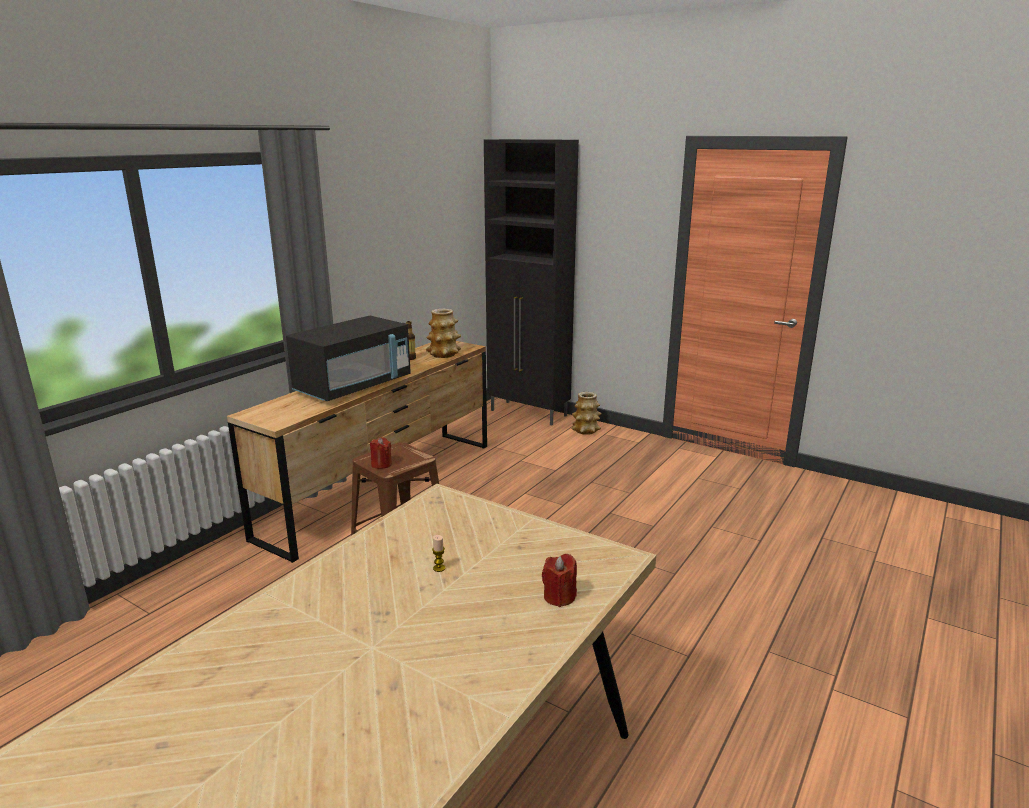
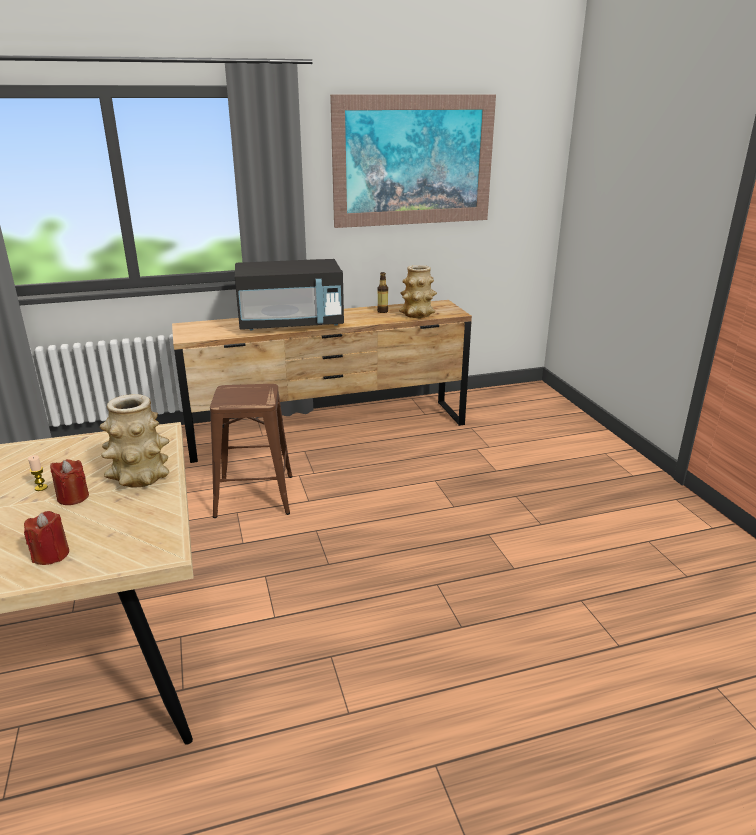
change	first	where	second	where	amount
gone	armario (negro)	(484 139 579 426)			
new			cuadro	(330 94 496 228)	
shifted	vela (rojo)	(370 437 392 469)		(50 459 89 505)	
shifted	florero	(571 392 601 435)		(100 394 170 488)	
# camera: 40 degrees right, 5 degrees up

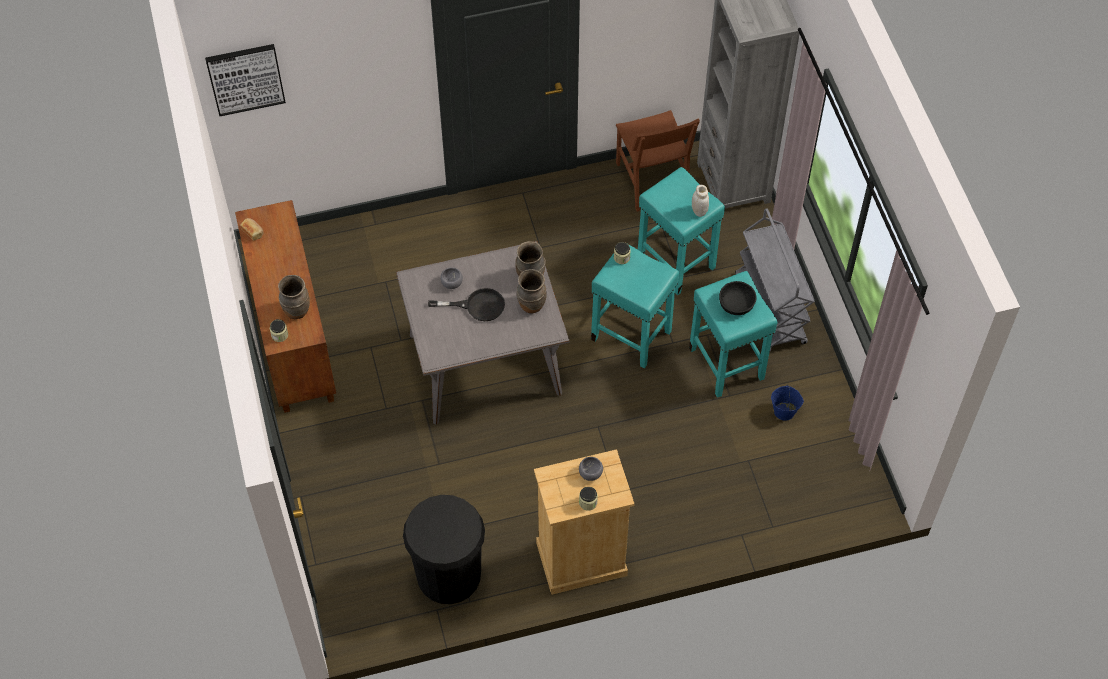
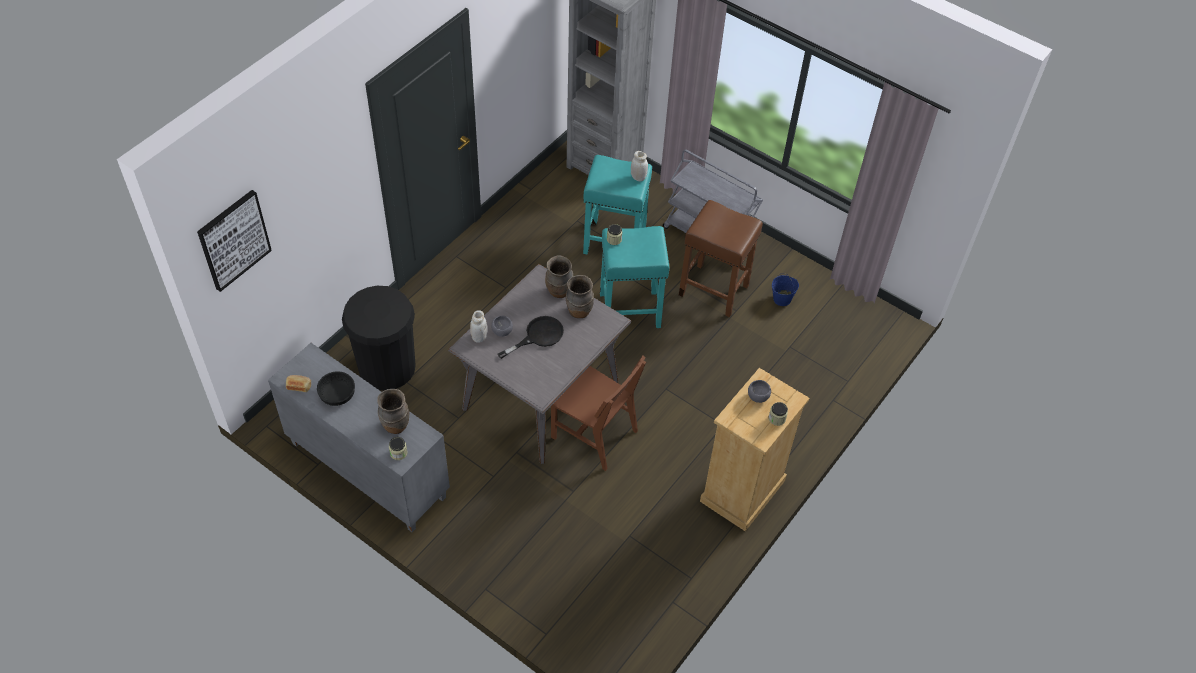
change	first	where	second	where	amount
new			tarro (blanco)	(470 310 487 343)	
shifted	papelera (negro)	(403 495 485 604)		(342 286 416 390)	
shifted	silla (marrón)	(616 110 700 212)		(551 356 646 471)	
shifted	cuenco (negro)	(719 281 756 315)		(317 371 355 406)	
repainted	armario (marrón)	(235 200 336 413)	armario (gris)	(268 343 450 532)	
repainted	taburete (turquesa)	(689 271 777 398)	taburete (marrón)	(679 200 763 317)	
# camera: 40 degrees left, 5 degrees down

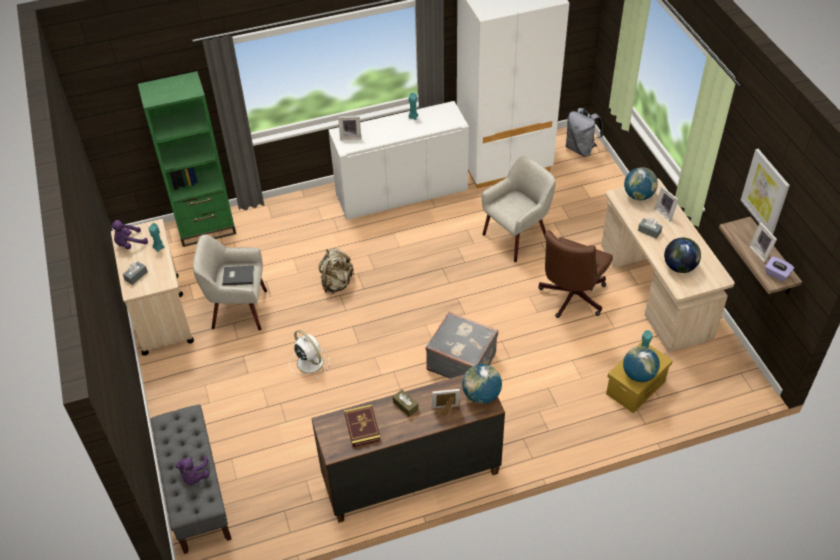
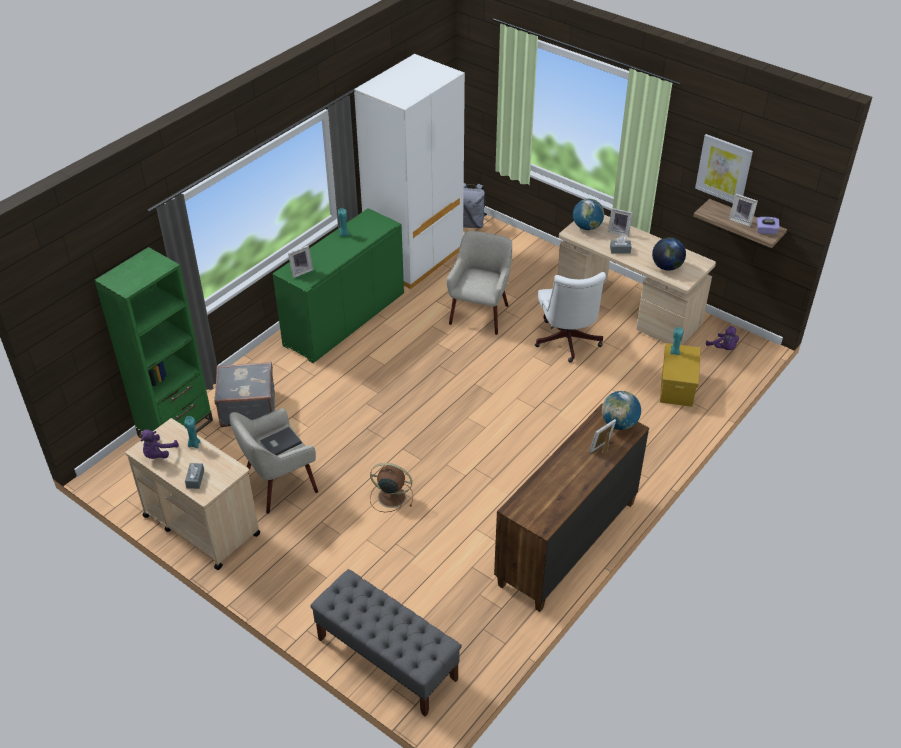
change	first	where	second	where	amount
gone	mochila (beis)	(319 248 354 294)			
gone	libro	(344 404 381 447)			
gone	caja de pañuelos (marrón)	(393 390 419 417)			
gone	globo terráqueo	(623 346 660 382)			
shifted	peluche (morado)	(176 456 210 484)		(706 326 739 350)	
shifted	maleta (gris)	(426 312 498 379)		(214 362 275 427)	
repainted	ventilador (blanco)	(289 330 330 379)	ventilador (marrón)	(370 463 413 512)	
repainted	armario (blanco)	(328 101 469 220)	armario (verde)	(273 208 404 363)	
repainted	silla de oficina (marrón)	(538 230 613 318)	silla de oficina (blanco)	(535 272 606 363)	
# camera: 35 degrees left, 5 degrees down

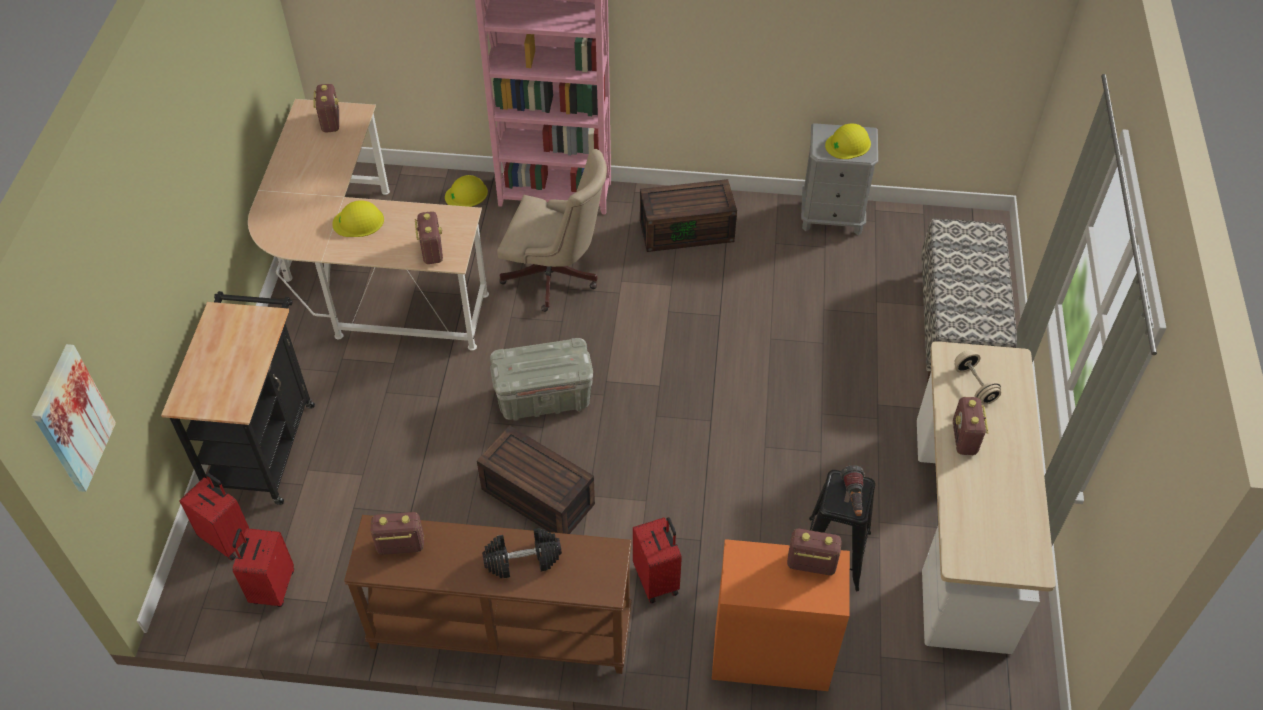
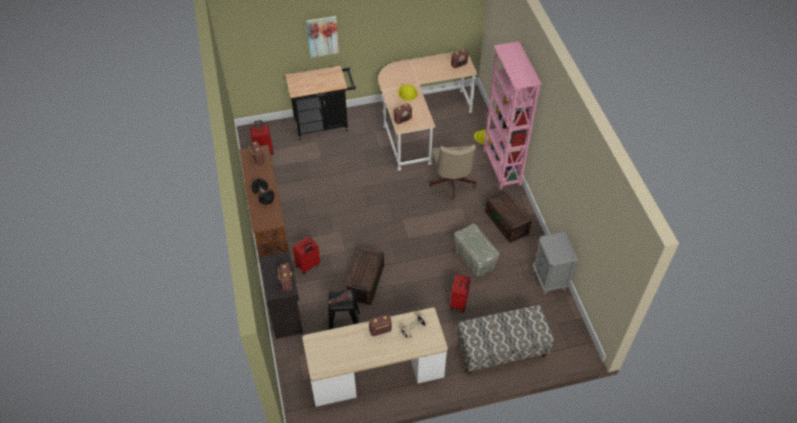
change	first	where	second	where	amount
gone	casco (amarillo)	(825 123 871 159)			
shifted	cuadro	(32 344 116 492)		(306 16 339 57)	
shifted	maleta (rojo)	(179 473 249 561)		(450 274 471 313)	
shifted	caja de almacenaje (marrón)	(477 425 595 534)		(346 247 384 305)	
shifted	caja de almacenaje (gris)	(490 338 593 421)		(454 224 499 276)	
repainted	armario (naranja)	(712 539 850 691)	armario (negro)	(259 251 303 339)	
# camera: 70 degrees right, 0 degrees up

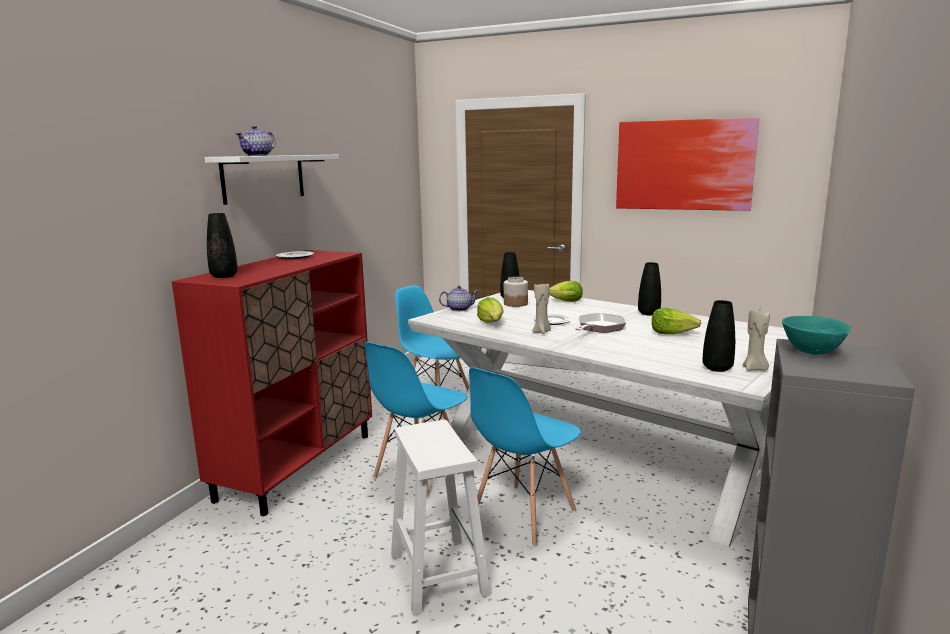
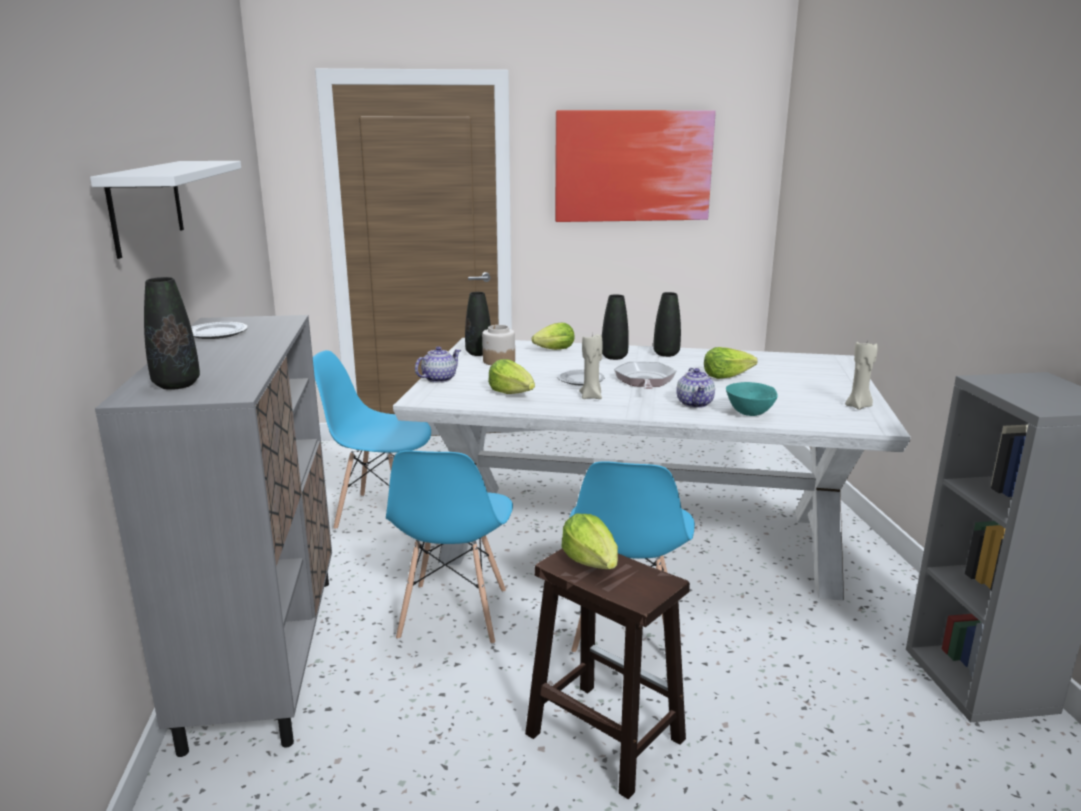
change	first	where	second	where	amount
new			lechuga	(562 514 618 569)	
shifted	tetera	(235 126 275 156)		(676 368 715 408)	
shifted	florero (negro)	(702 300 735 372)		(602 294 629 360)	
shifted	cuenco (turquesa)	(782 316 851 355)		(726 382 777 416)	
repainted	armario (rojo)	(172 250 372 516)	armario (gris)	(95 315 332 757)	
repainted	taburete (blanco)	(391 420 491 615)	taburete (marrón)	(525 549 690 799)	
# camera: 30 degrees left, 5 degrees up

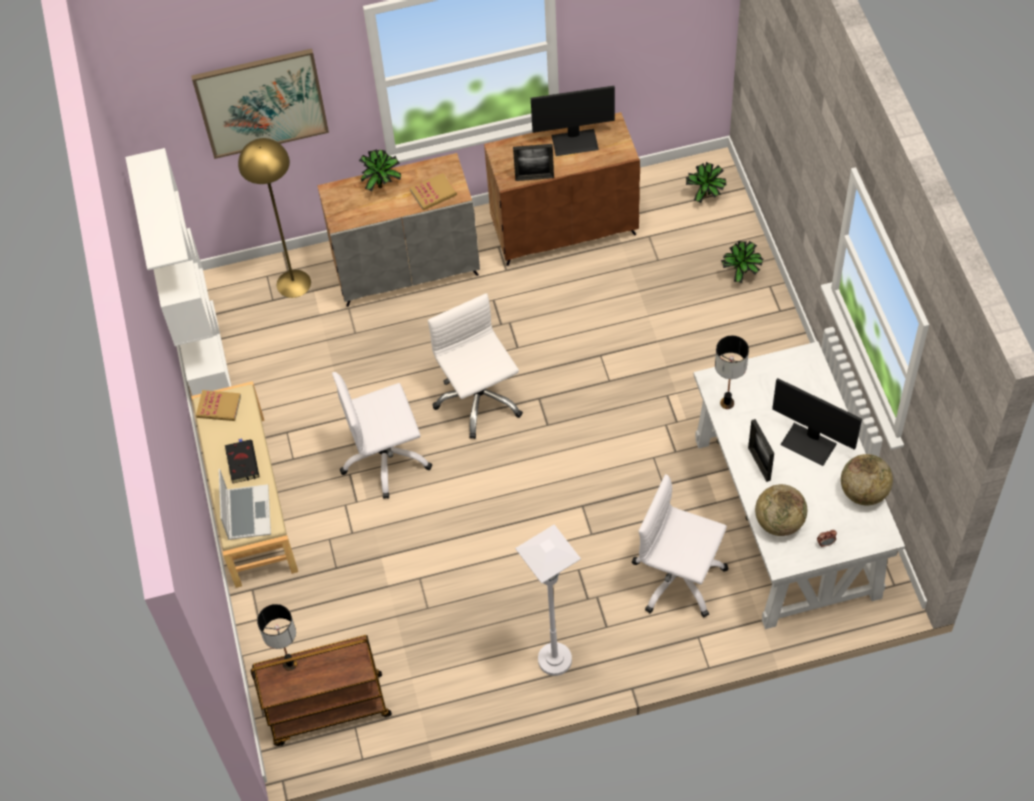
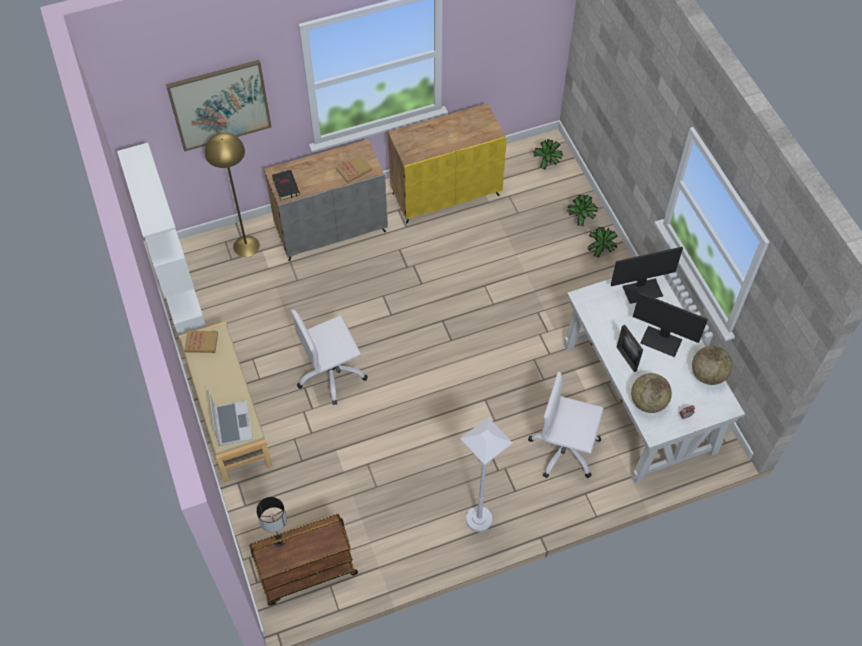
change	first	where	second	where	amount
gone	silla de oficina (blanco)	(428 293 523 439)			
gone	portarretratos	(513 144 554 181)			
gone	lámpara de mesa	(715 336 749 409)			
shifted	libro (negro)	(225 438 259 483)		(272 170 300 200)	
shifted	planta en maceta	(359 149 401 192)		(588 227 618 258)	
shifted	monitor	(531 86 615 156)		(611 247 683 304)	
repainted	armario (marrón)	(484 112 640 266)	armario (amarillo)	(388 103 507 224)	
# camera: 10 degrees left, 0 degrees up

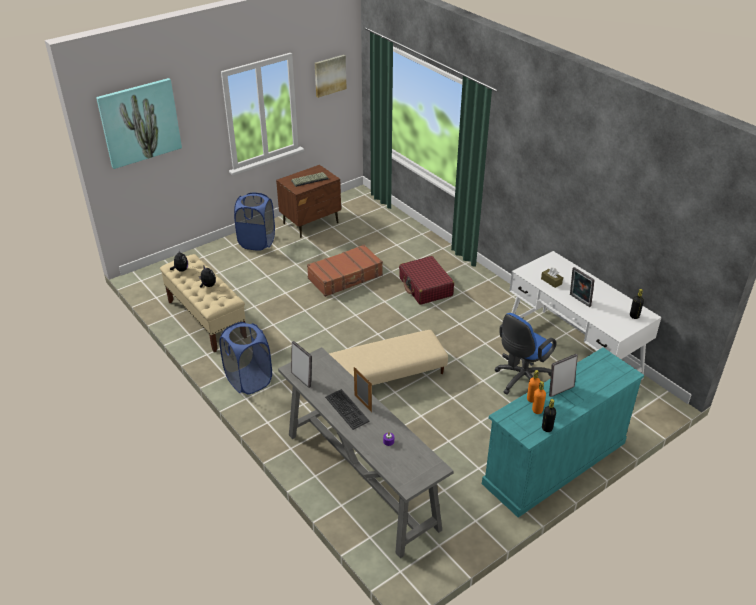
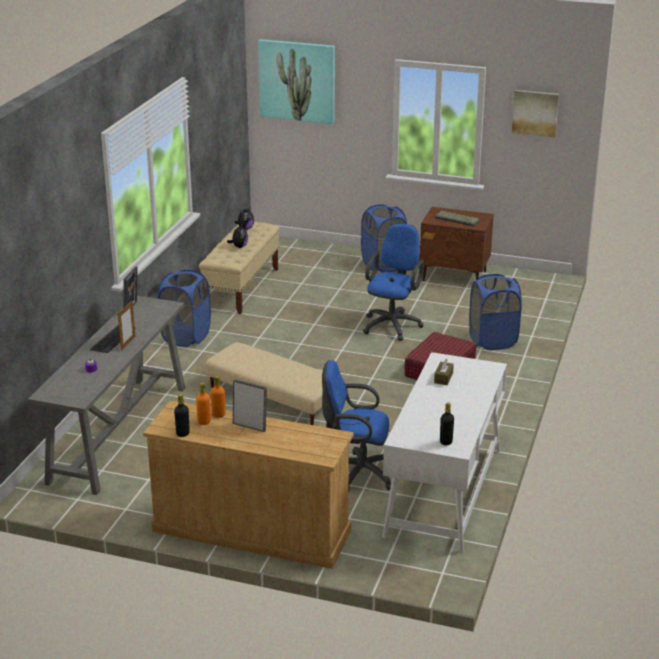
change	first	where	second	where	amount
gone	portarretratos	(570 267 595 307)			
new			cesto de la ropa (azul)	(469 274 522 350)	
swapped	maleta (marrón)	(307 245 383 297)	silla de oficina (azul)	(363 224 424 341)	
repainted	cómoda (turquesa)	(482 347 644 518)	cómoda (beis)	(143 401 354 569)	
# camera: 55 degrees right, 10 degrees down

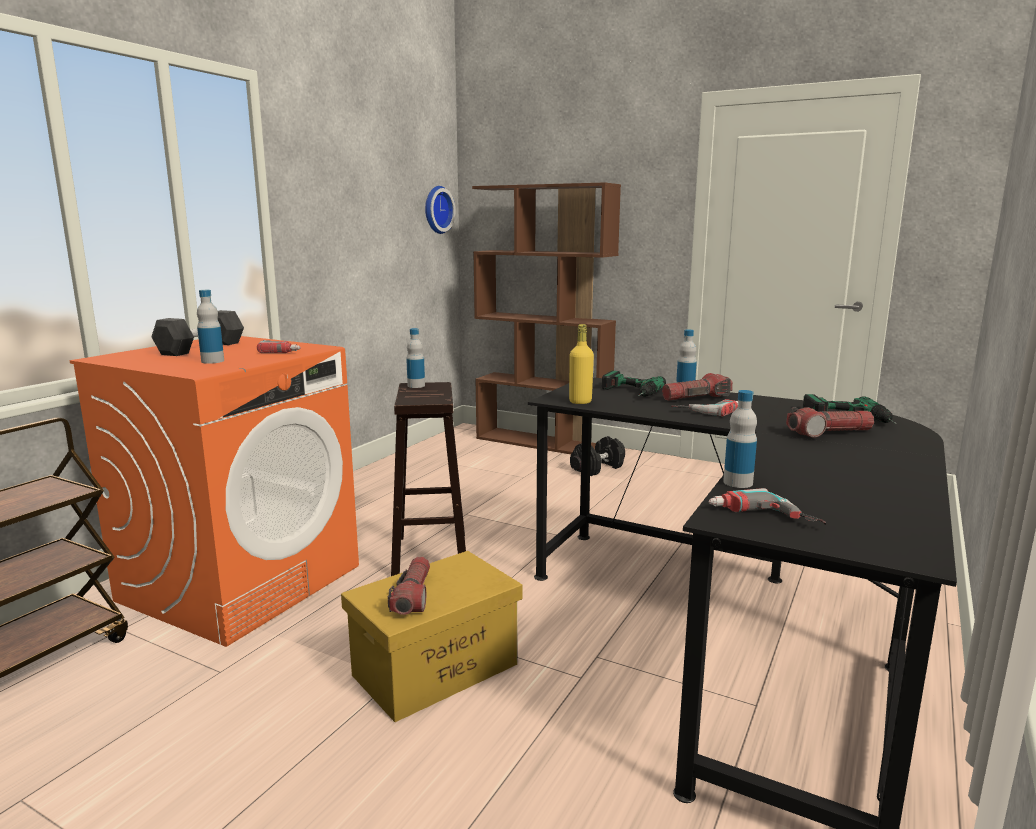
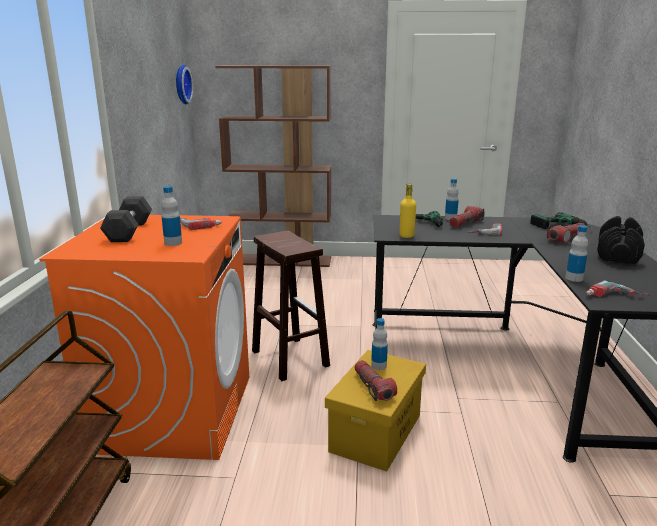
change	first	where	second	where	amount
shifted	botella	(406 328 425 388)		(371 318 388 370)	
shifted	mancuerna (negro)	(570 436 625 476)		(597 216 645 265)	
# camera: 25 degrees left, 5 degrees up

